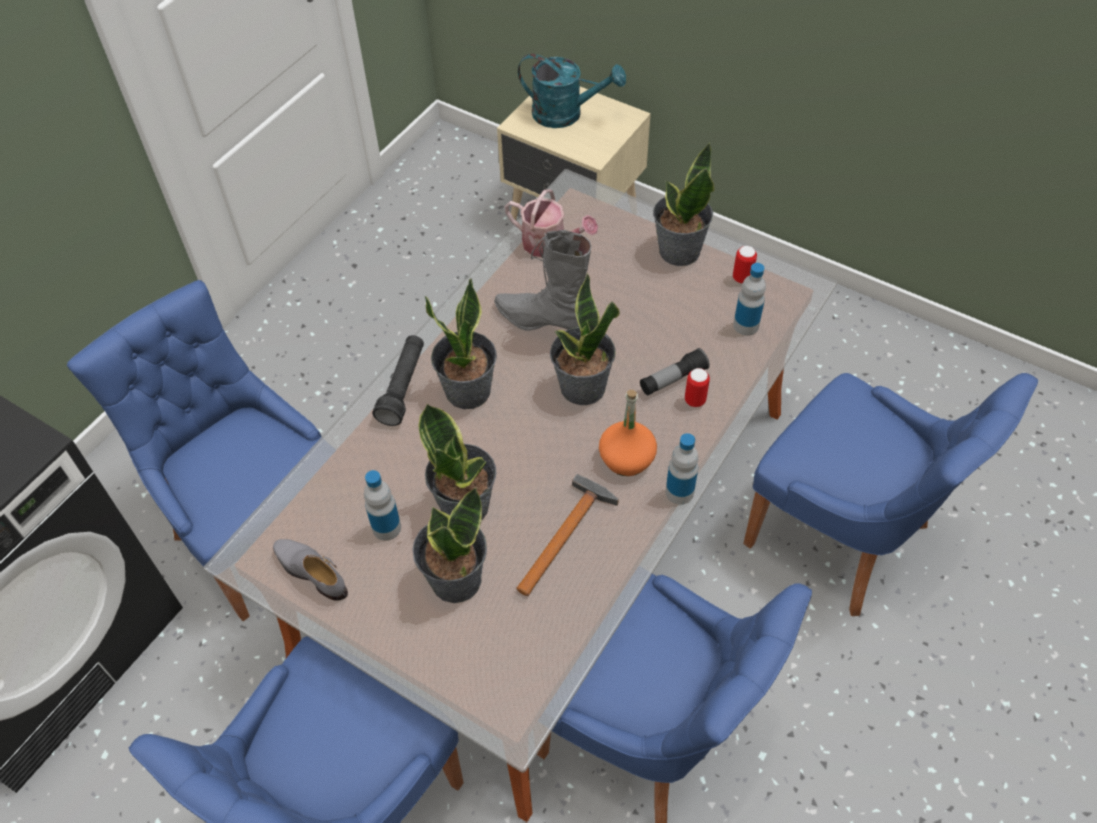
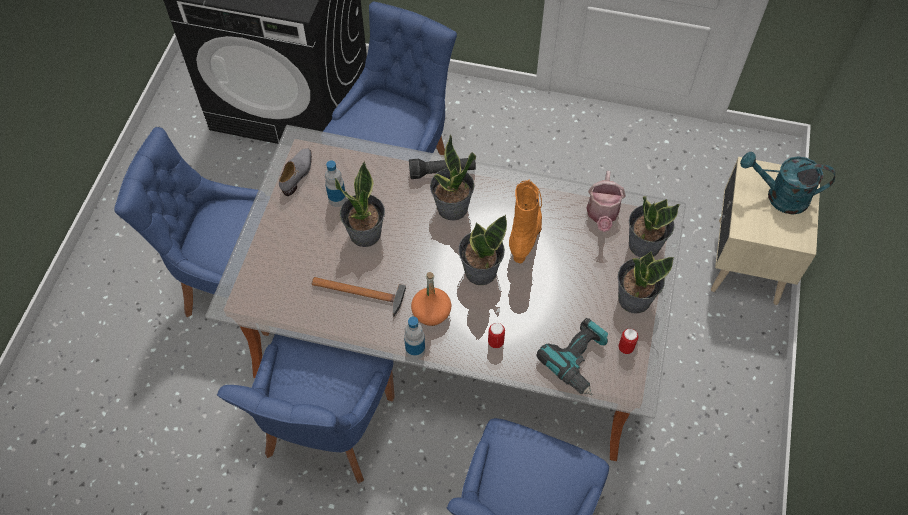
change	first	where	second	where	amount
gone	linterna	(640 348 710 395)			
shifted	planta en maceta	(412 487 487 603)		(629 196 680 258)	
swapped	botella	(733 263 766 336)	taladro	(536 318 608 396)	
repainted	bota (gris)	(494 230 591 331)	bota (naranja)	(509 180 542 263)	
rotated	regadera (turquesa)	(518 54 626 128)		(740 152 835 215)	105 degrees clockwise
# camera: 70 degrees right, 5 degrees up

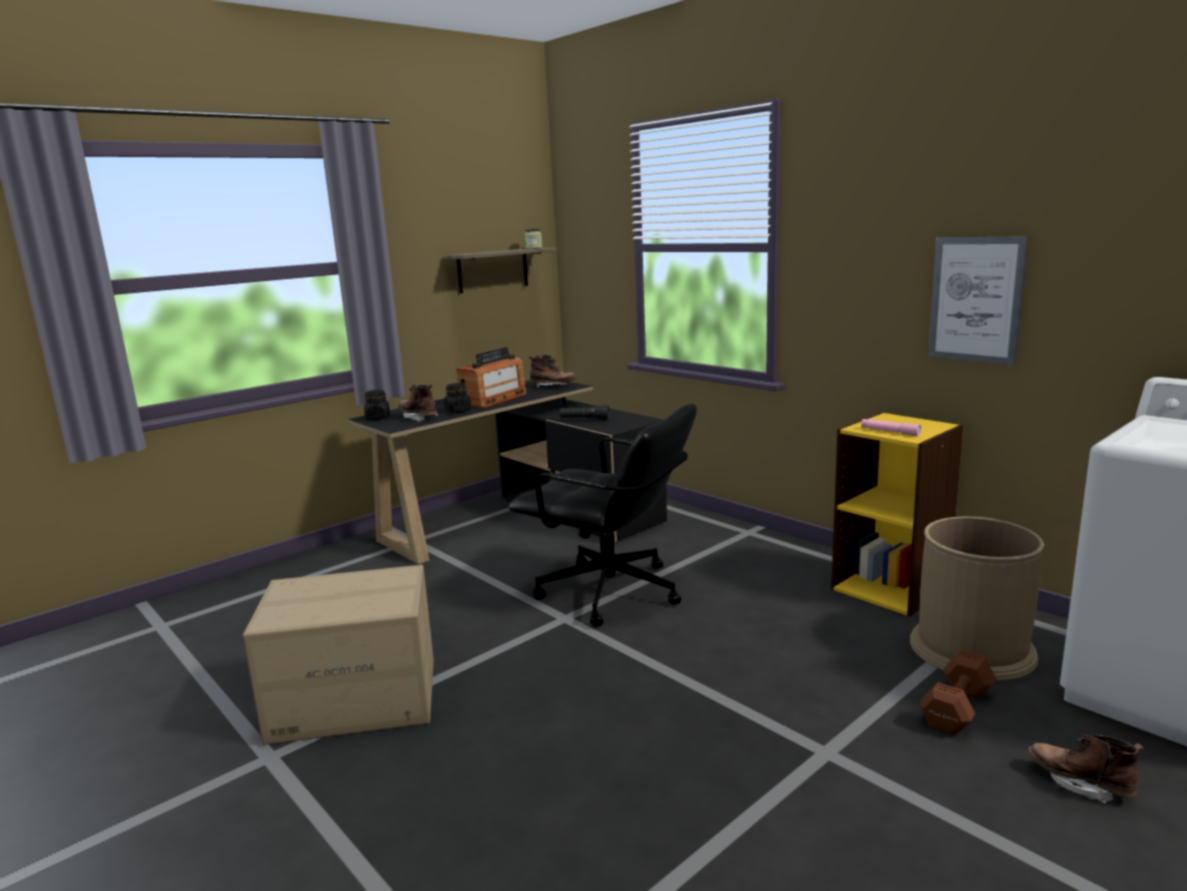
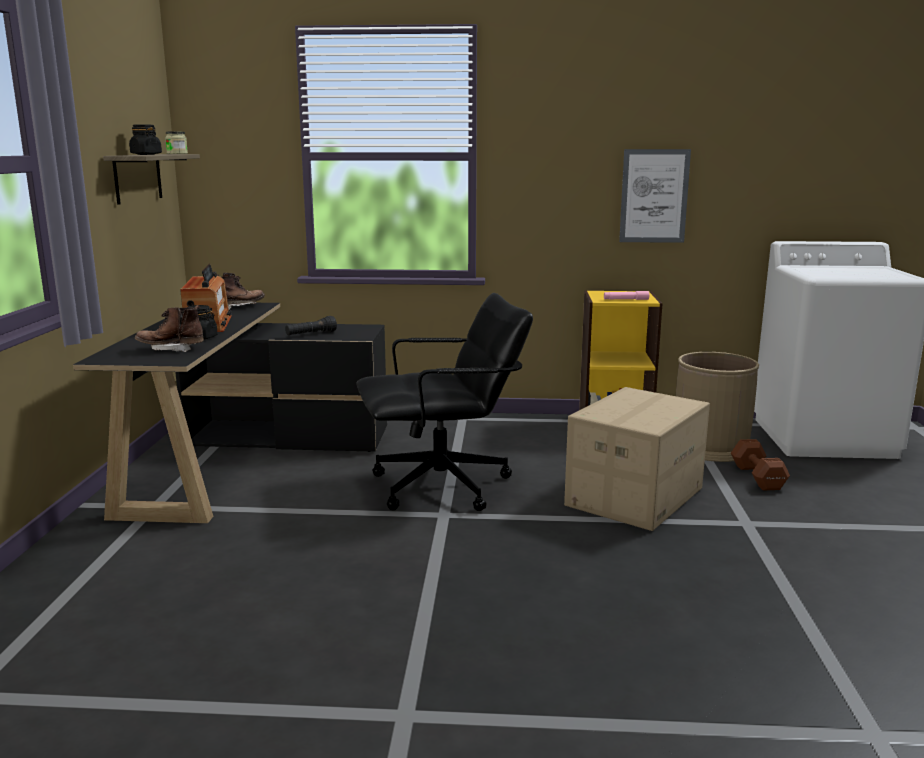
change	first	where	second	where	amount
gone	bota (marrón)	(1028 734 1144 803)			
shifted	caja de cartón	(243 565 434 745)		(564 387 710 531)	
shifted	tarro (negro)	(364 390 390 420)		(129 125 162 155)	
# camera: 45 degrees left, 0 degrees up

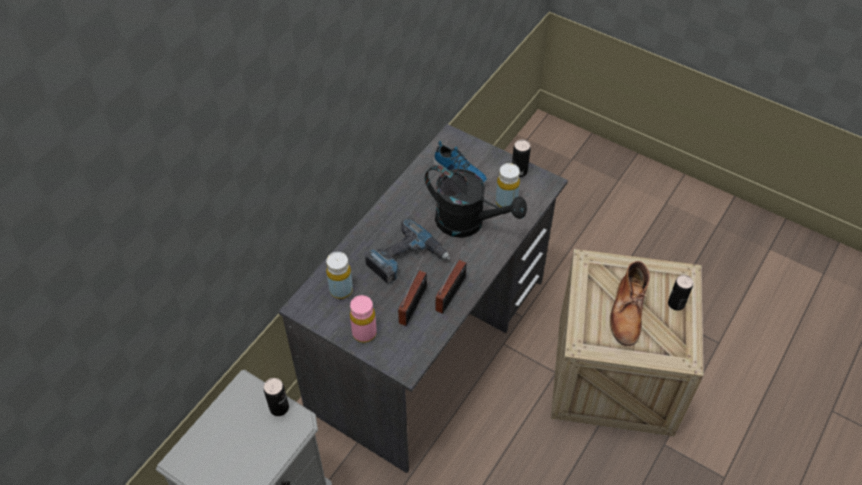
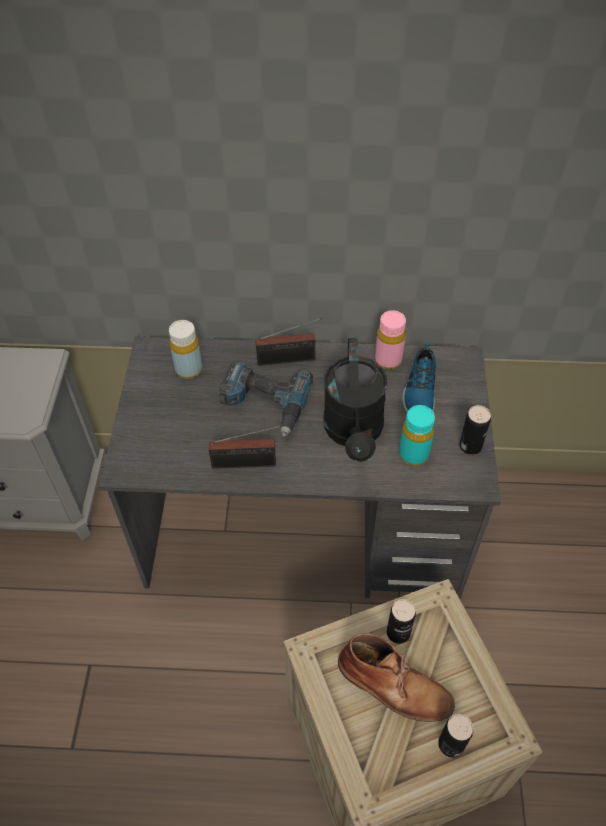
change	first	where	second	where	amount
shifted	lata	(264 378 289 416)		(387 599 416 644)	
shifted	botella (rosa)	(350 295 377 343)		(375 310 406 369)	
shifted	radio	(398 254 427 326)		(255 318 322 366)	
repainted	botella (amarillo)	(496 163 520 207)	botella (turquesa)	(399 405 435 465)	
rotated	bota (marrón)	(610 261 650 346)		(338 633 455 722)	135 degrees counterclockwise
# camera: 60 degrees right, 0 degrees up

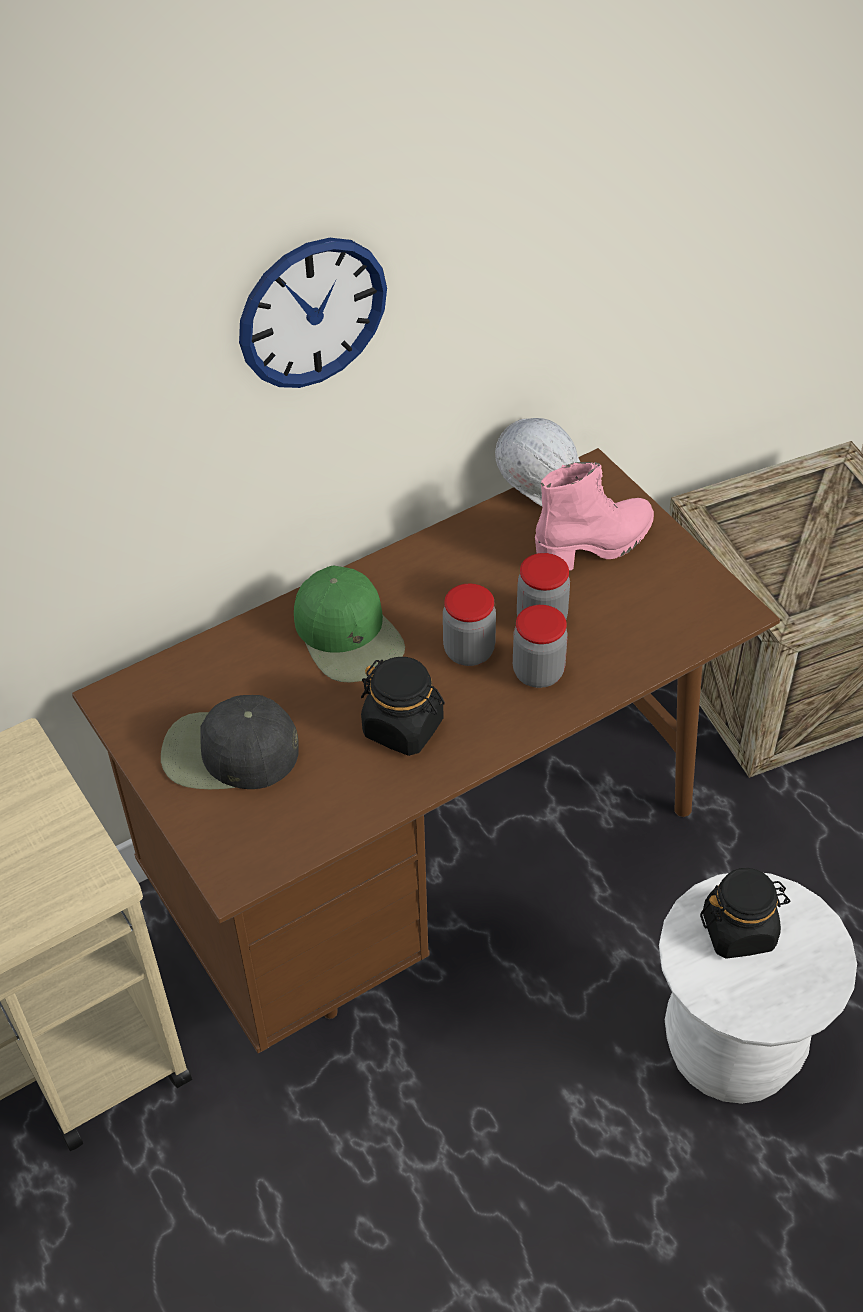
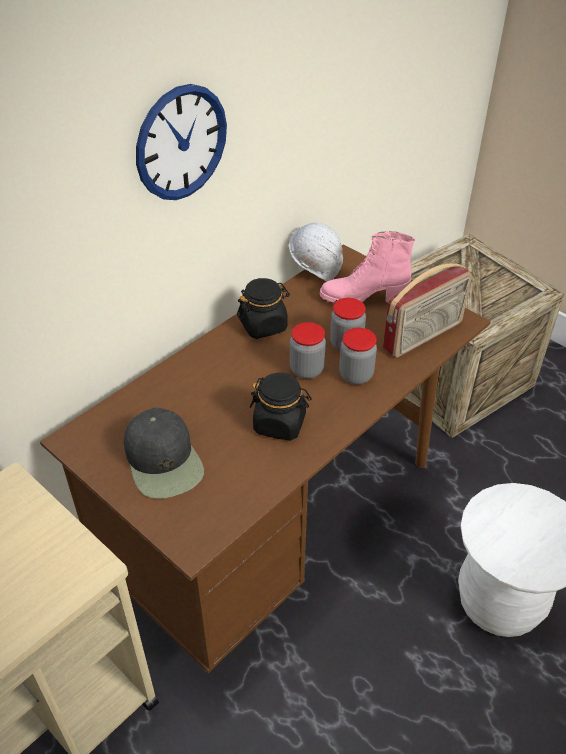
change	first	where	second	where	amount
gone	gorra (verde)	(294 566 405 682)			
new			radio	(383 263 472 358)	
shifted	tarro (negro)	(700 868 790 959)		(237 278 290 339)	
rotated	gorra (negro)	(161 695 299 789)		(124 408 204 499)	105 degrees counterclockwise
rotated	bota (rosa)	(535 462 654 570)		(320 231 415 303)	135 degrees counterclockwise
# camera: 15 degrees left, 5 degrees down

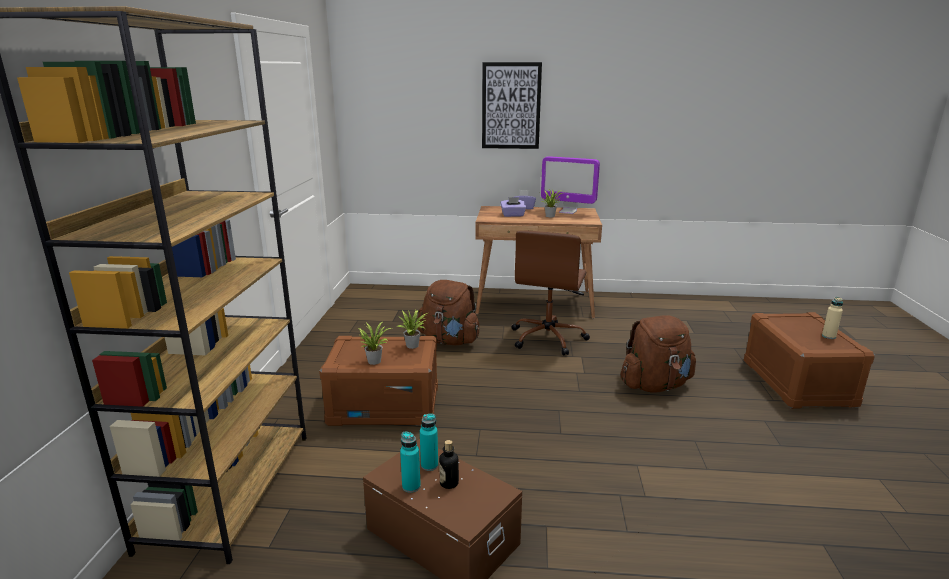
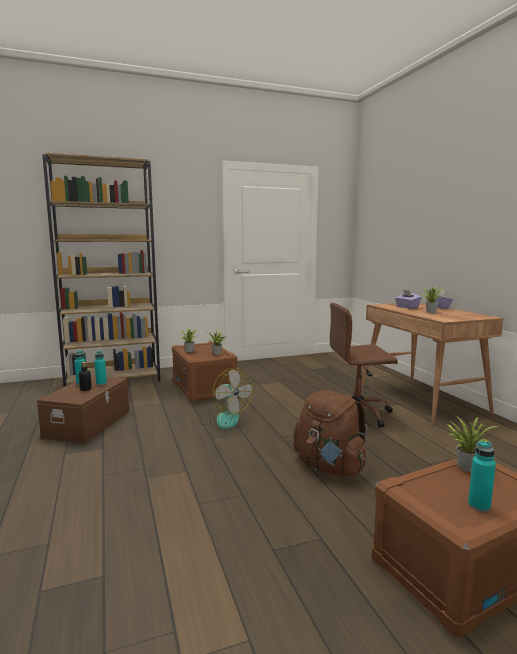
change	first	where	second	where	amount
gone	mochila (marrón)	(418 280 480 345)			
gone	cuadro	(482 62 542 149)			
gone	monitor	(541 156 600 214)			
new			ventilador	(196 368 253 429)	
new			planta en maceta	(447 416 499 472)	
repainted	botella (beis)	(822 297 843 339)	botella (turquesa)	(468 441 496 512)	
# camera: 65 degrees right, 10 degrees down

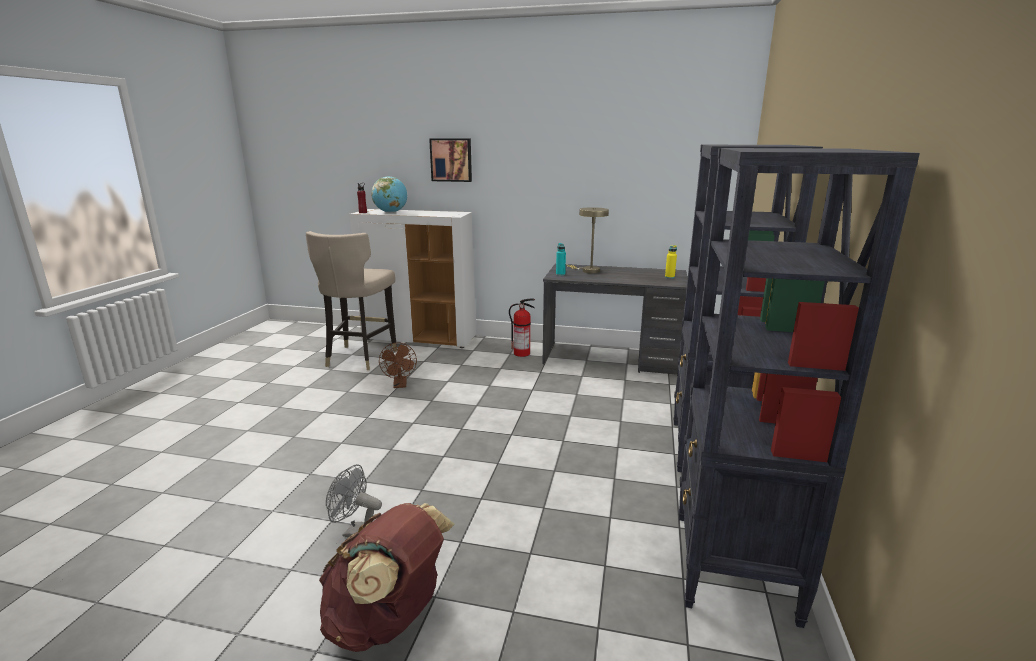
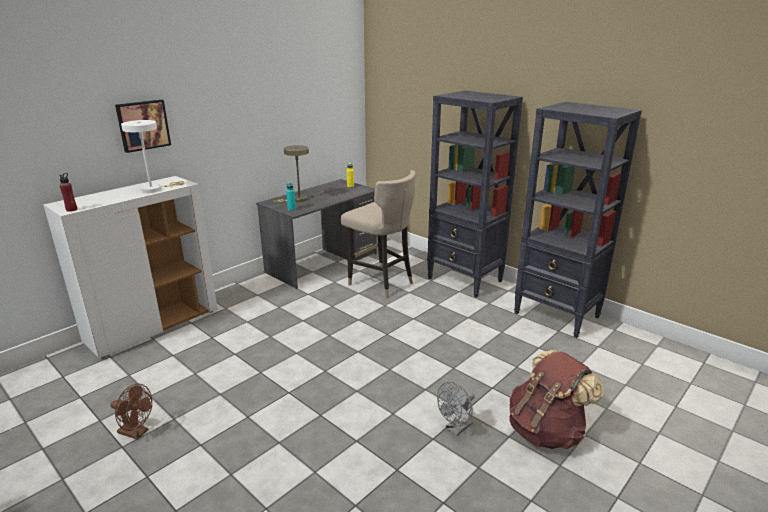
change	first	where	second	where	amount
gone	globo terráqueo	(371 176 407 213)			
gone	extintor	(509 298 535 357)			
new			lámpara de mesa (blanco)	(121 120 184 193)	
shifted	taburete (beis)	(306 231 397 370)		(341 170 416 298)	
shifted	ventilador (marrón)	(379 342 417 388)		(111 384 152 440)	
# camera: 60 degrees left, 5 degrees up

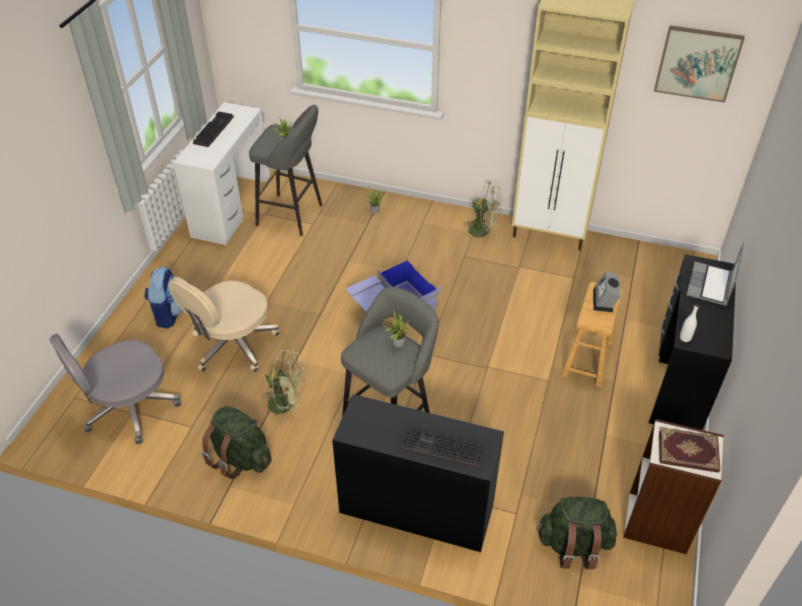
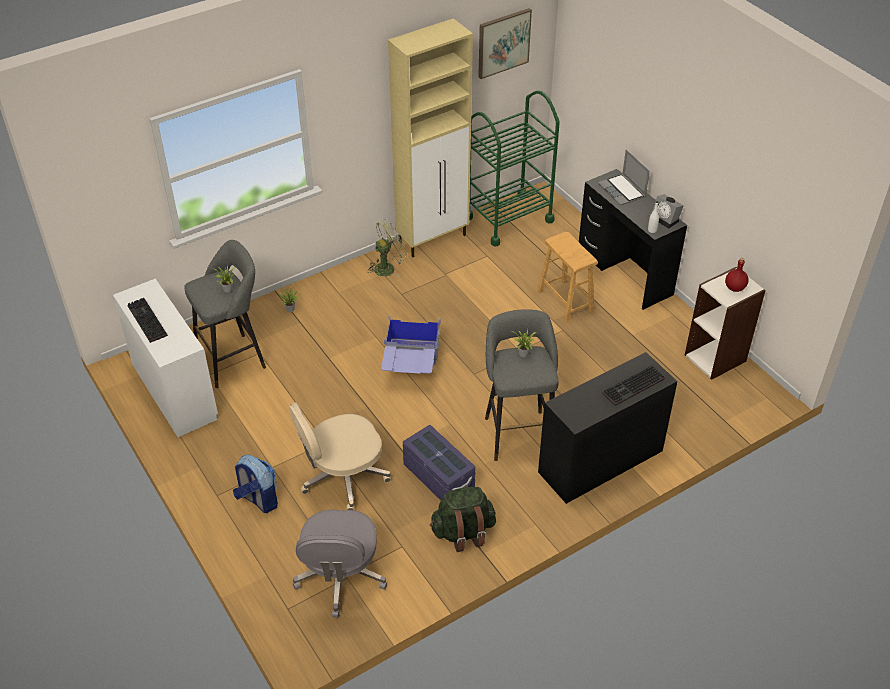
change	first	where	second	where	amount
gone	mochila (verde)	(537 497 617 569)			
new			carrito (verde)	(469 91 560 247)	
shifted	despertador	(593 271 621 312)		(651 194 684 229)	
swapped	ventilador (verde)	(262 349 305 423)	caja de almacenaje (morado)	(403 425 476 500)	
swapped	libro	(659 427 720 473)	botella (rojo)	(725 258 749 292)	
rotated	silla de oficina (beis)	(168 277 280 373)		(289 402 391 510)	75 degrees clockwise
# camera: 50 degrees left, 0 degrees up

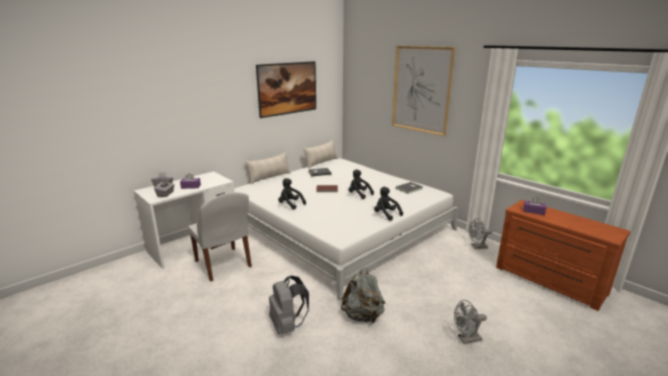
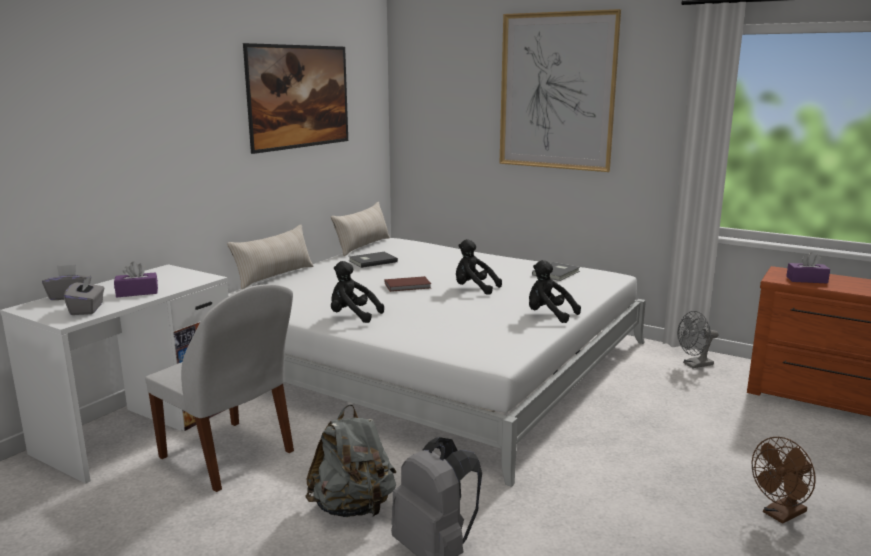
change	first	where	second	where	amount
shifted	mochila (gris)	(341 268 386 323)		(305 404 396 517)	
repainted	ventilador (gris)	(454 300 487 344)	ventilador (marrón)	(752 437 816 524)	
# camera: 15 degrees left, 5 degrees down

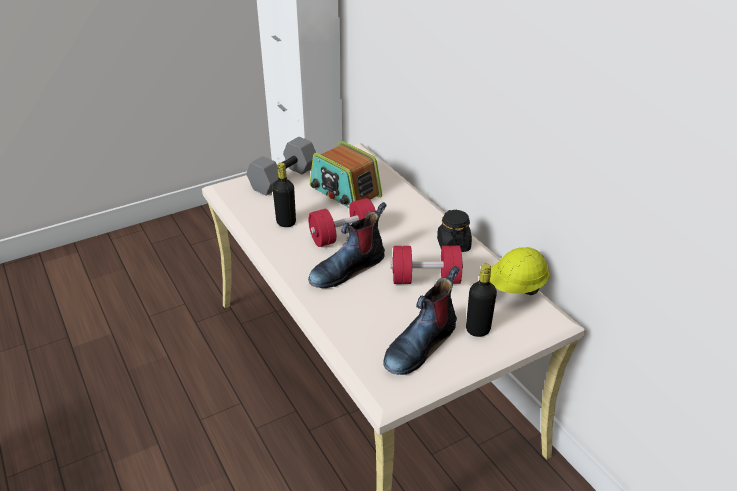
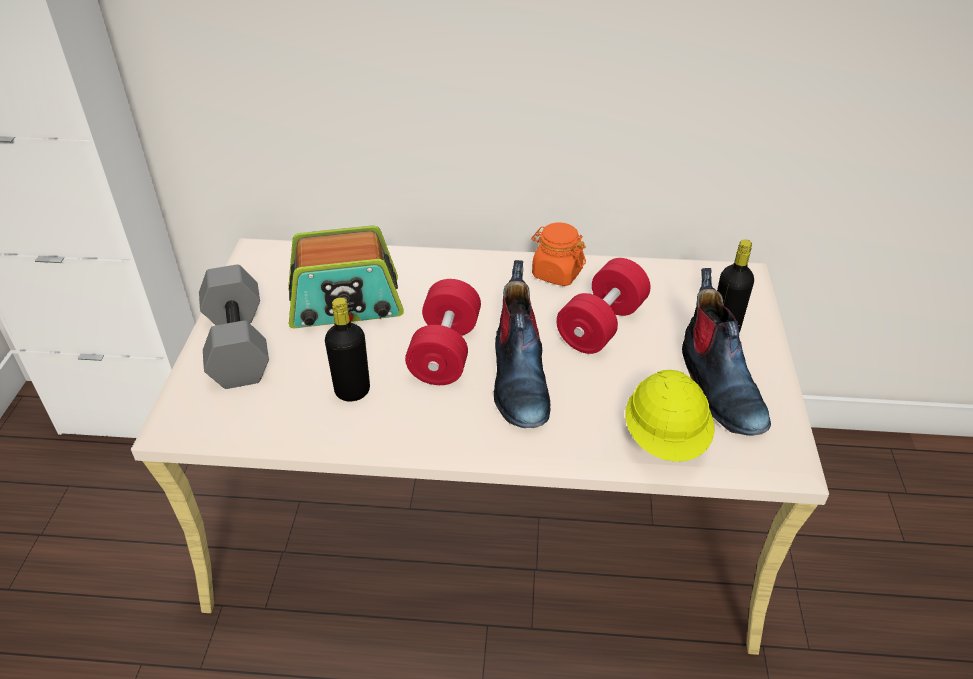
change	first	where	second	where	amount
shifted	casco (amarillo)	(490 247 550 295)		(625 370 715 462)	
repainted	tarro (negro)	(437 210 472 252)	tarro (naranja)	(531 222 586 286)	
# camera: 55 degrees left, 5 degrees up

